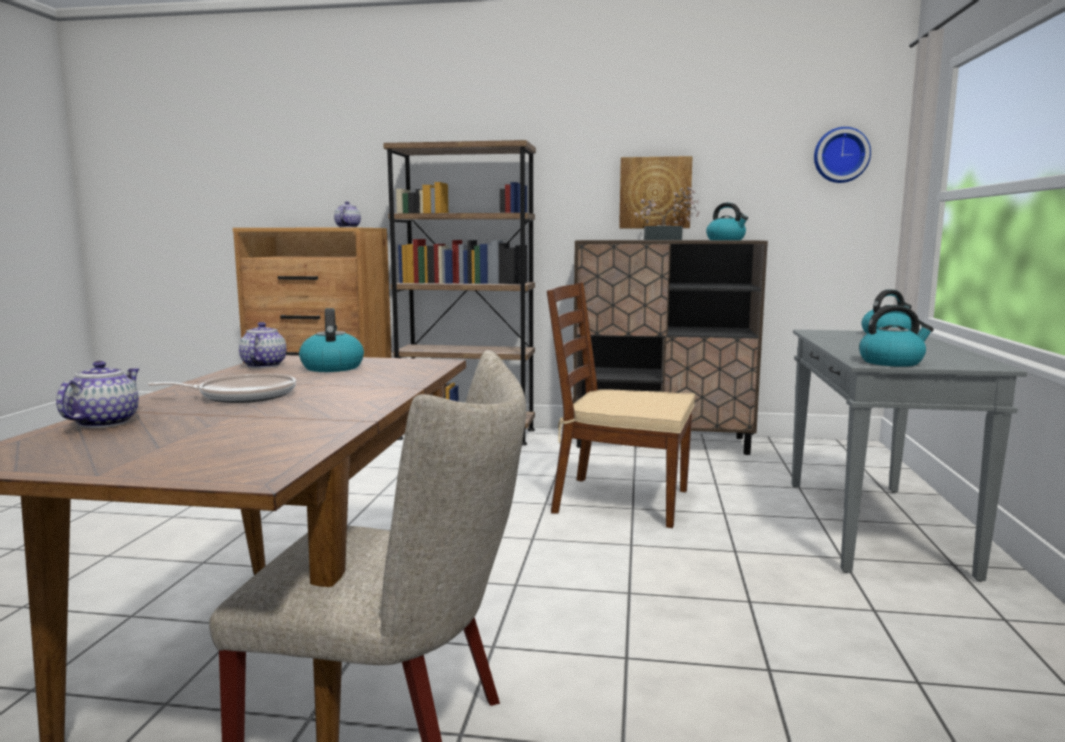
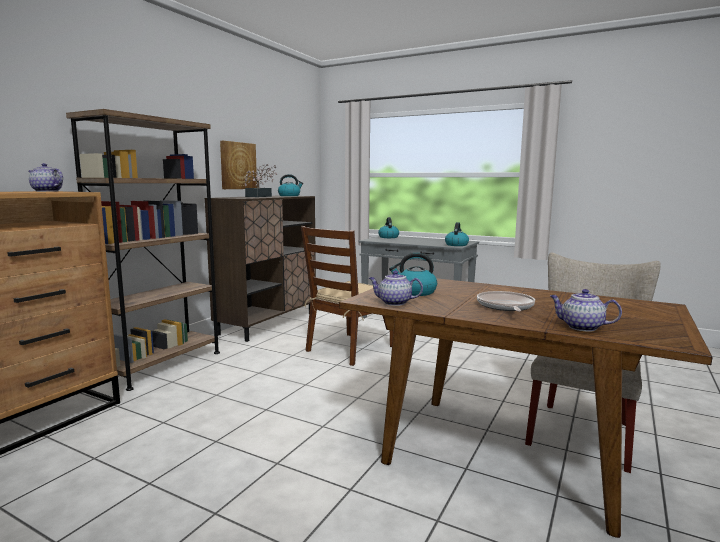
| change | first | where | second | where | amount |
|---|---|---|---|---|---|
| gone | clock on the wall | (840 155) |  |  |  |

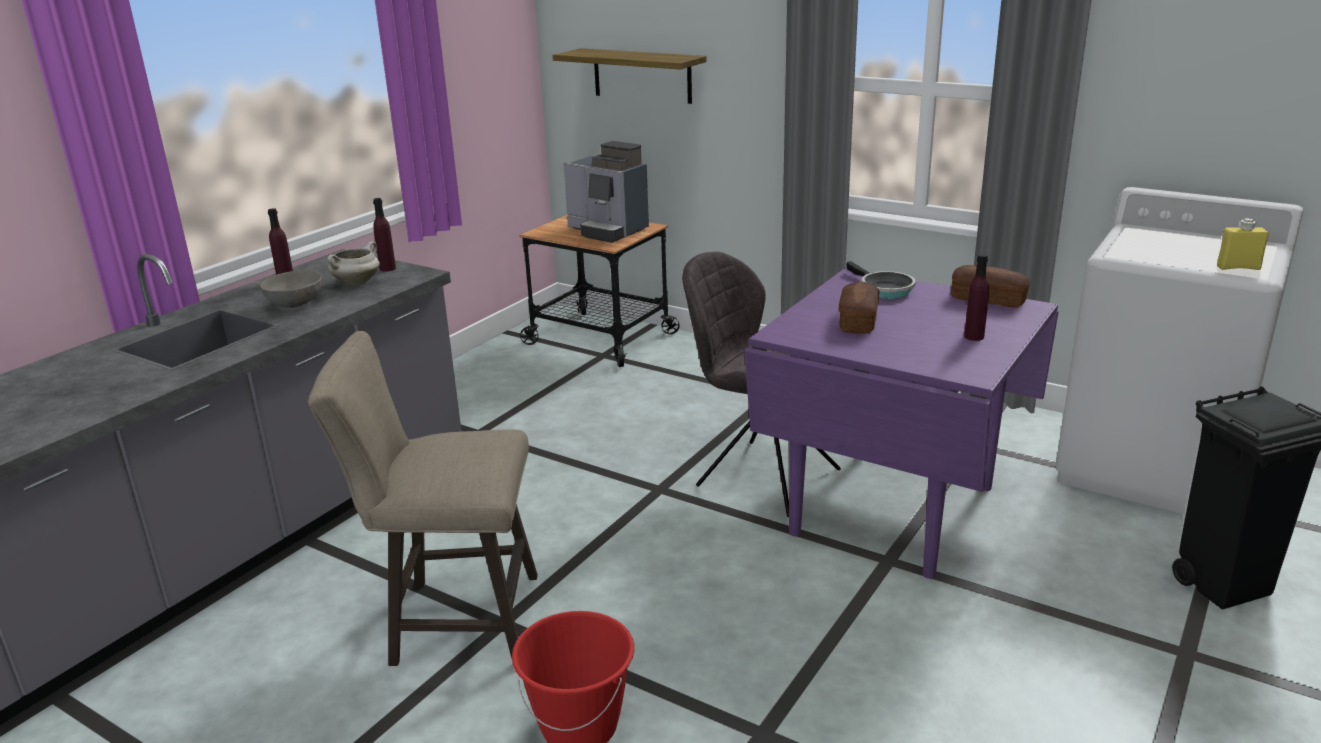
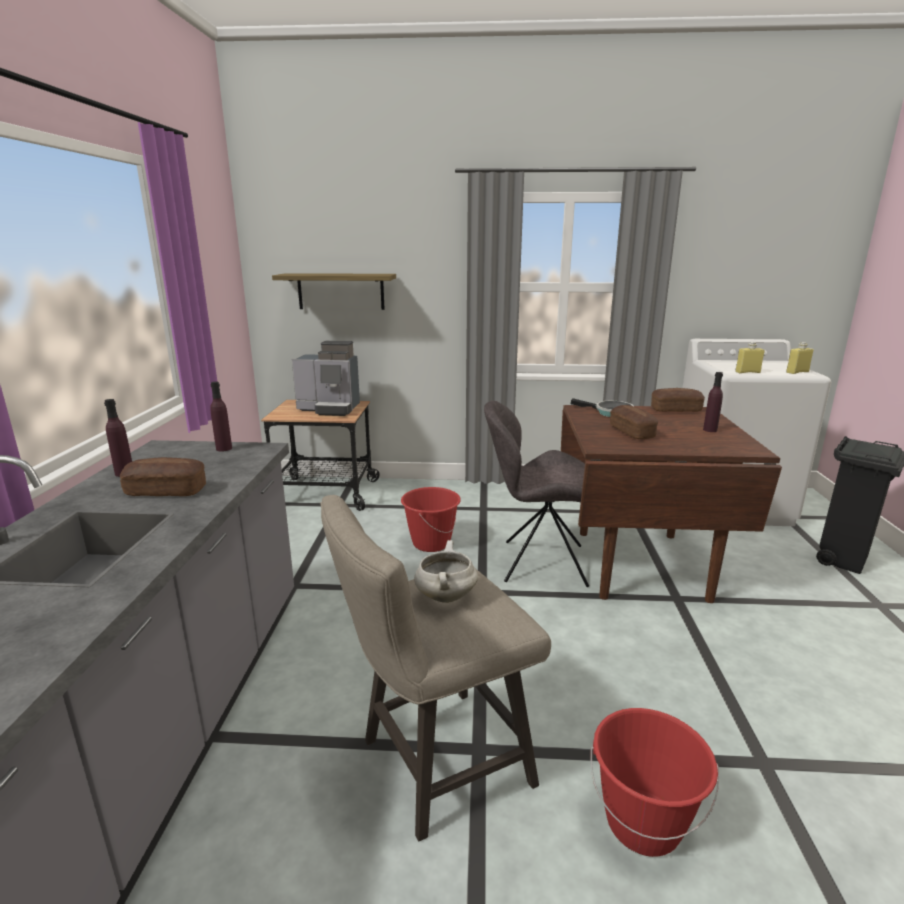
| change | first | where | second | where | amount |
|---|---|---|---|---|---|
| swapped | greyish serving bowl | (296 304) | baked bread | (166 491) |  |
| shifted | white stockpot | (357 282) |  | (445 596) |  |
| repainted | purple-coloured kitchen table | (891 509) | brown-coloured kitchen table | (638 564) |  |
| new |  |  | red pail | (431 543) |  |
| new |  |  | yellow beverage bottle | (747 372) |  |

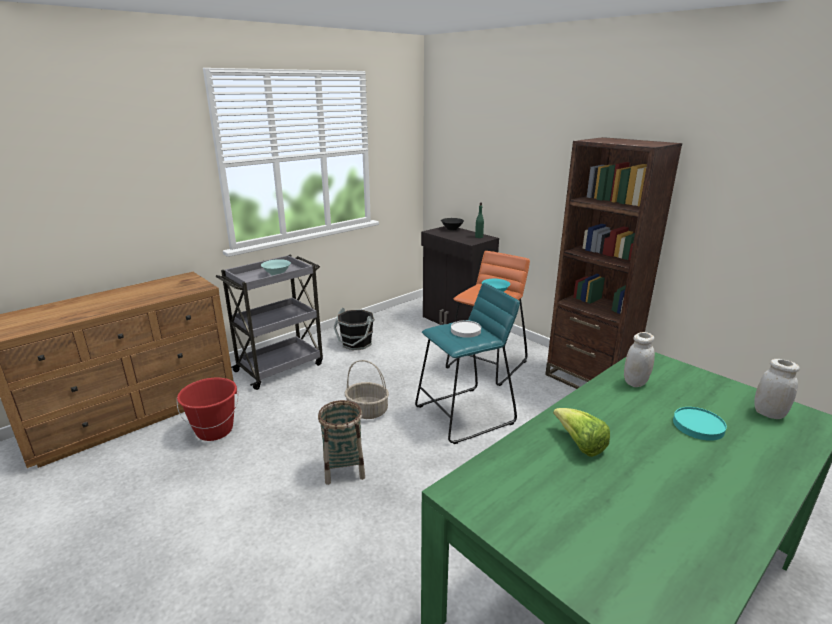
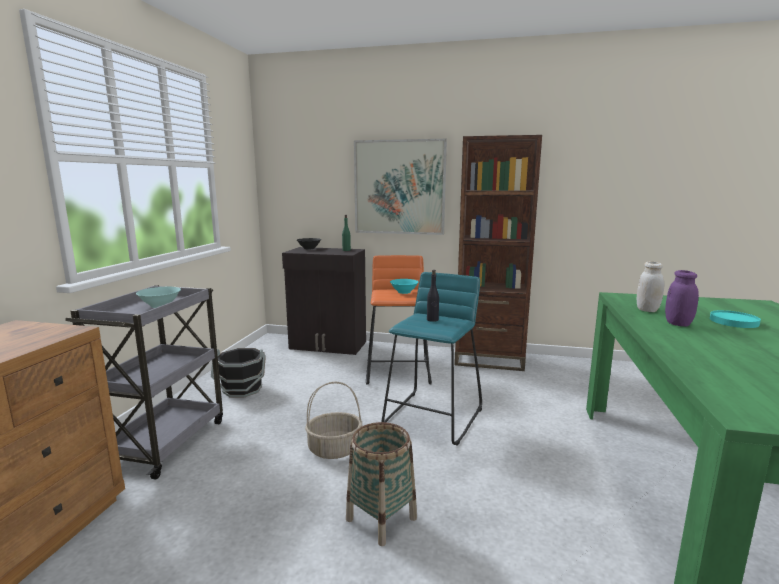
| change | first | where | second | where | amount |
|---|---|---|---|---|---|
| gone | red pail | (214 430) |  |  |  |
| swapped | white dinner plate | (466 330) | black-coloured beverage bottle | (432 320) |  |
| gone | lettuce | (579 444) |  |  |  |
| gone | white storage jar | (768 413) |  |  |  |
| new |  |  | wall art | (399 187) |  |
| new |  |  | purple-coloured storage jar | (678 323) |  |

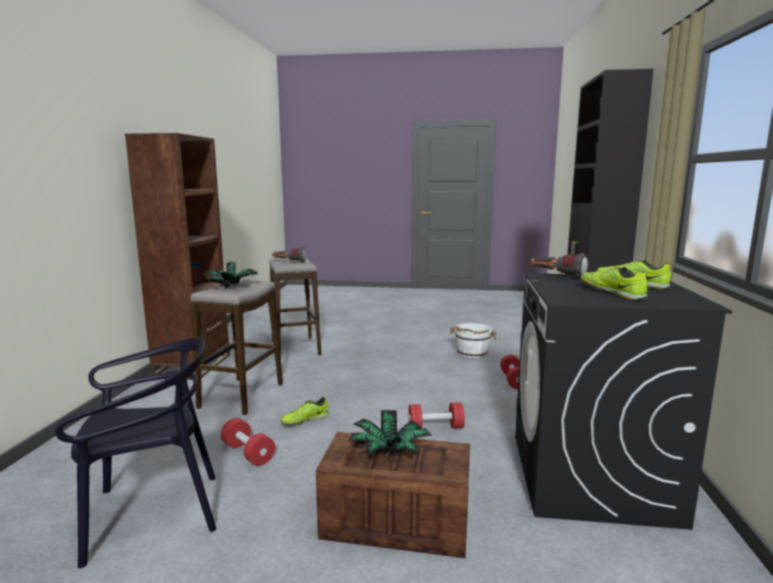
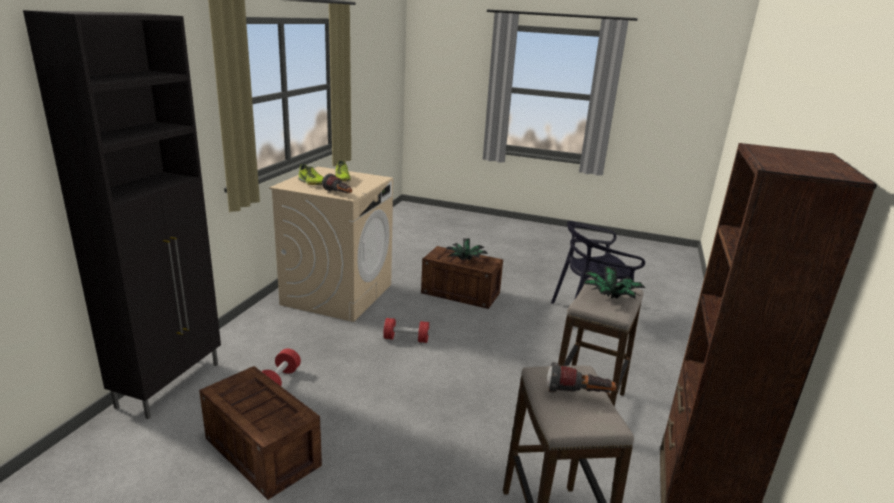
| change | first | where | second | where | amount |
|---|---|---|---|---|---|
| gone | red dumbbell | (248 453) |  |  |  |
| gone | shoe | (305 420) |  |  |  |
| swapped | white pail | (472 353) | shipping crate | (263 452) |  |
| repainted | black-coloured laundry machine | (591 478) | sand-coloured laundry machine | (337 294) |  |

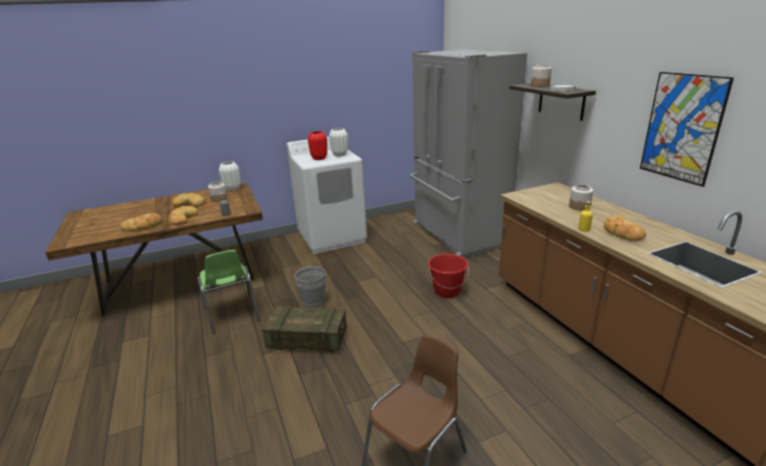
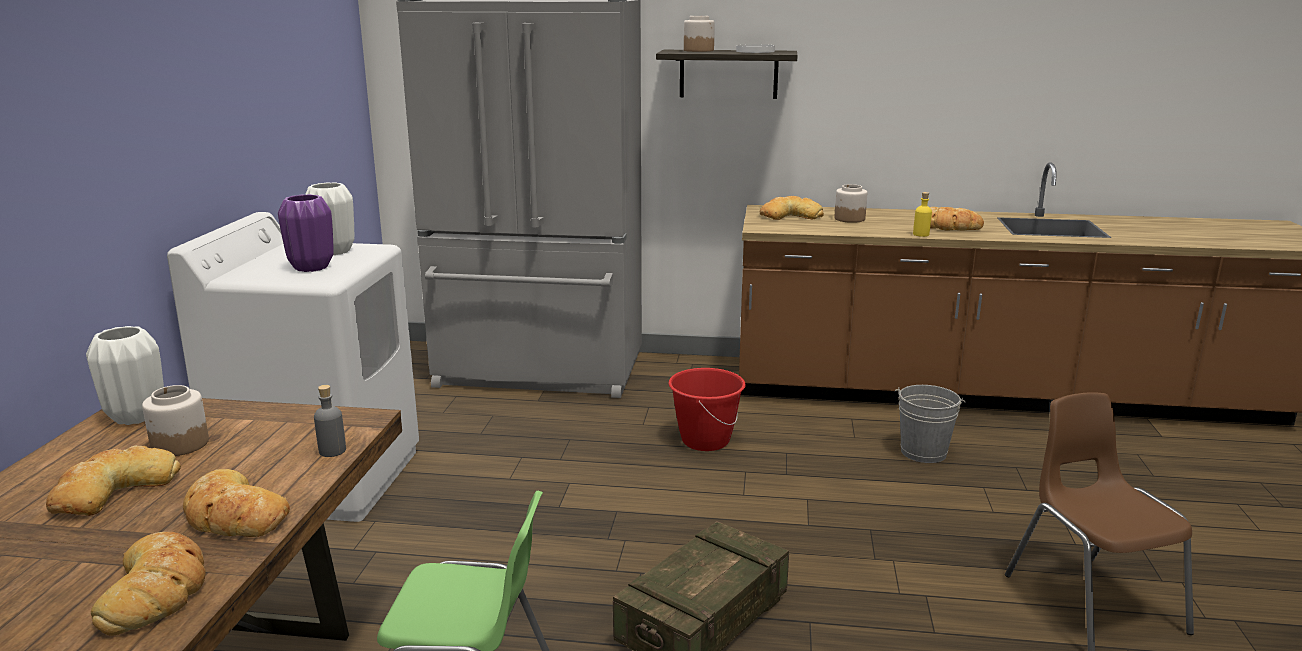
| change | first | where | second | where | amount |
|---|---|---|---|---|---|
| shifted | greyish pail | (313 301) |  | (923 452) |  |
| repainted | red flower vase | (319 158) | purple-coloured flower vase | (312 268) |  |
| gone | wall art | (682 128) |  |  |  |
| new |  |  | baked bread | (790 216) |  |

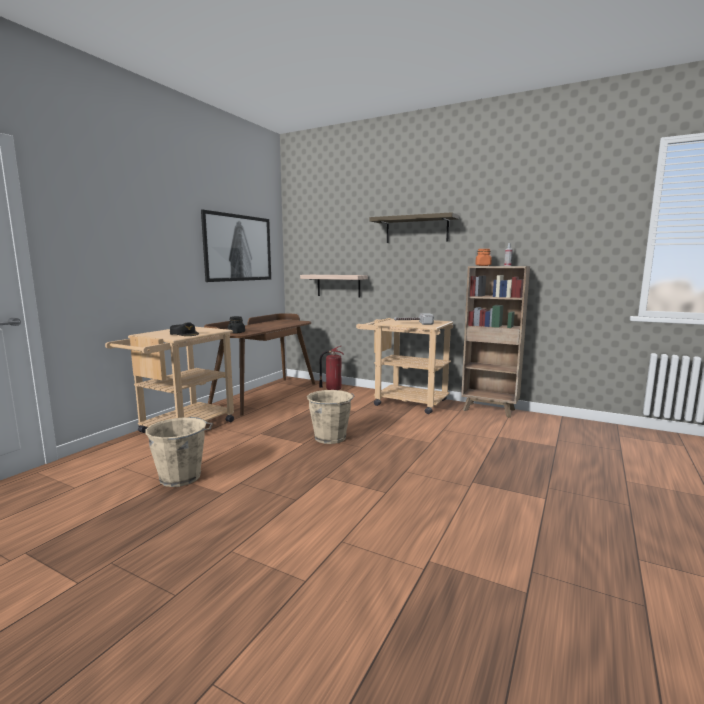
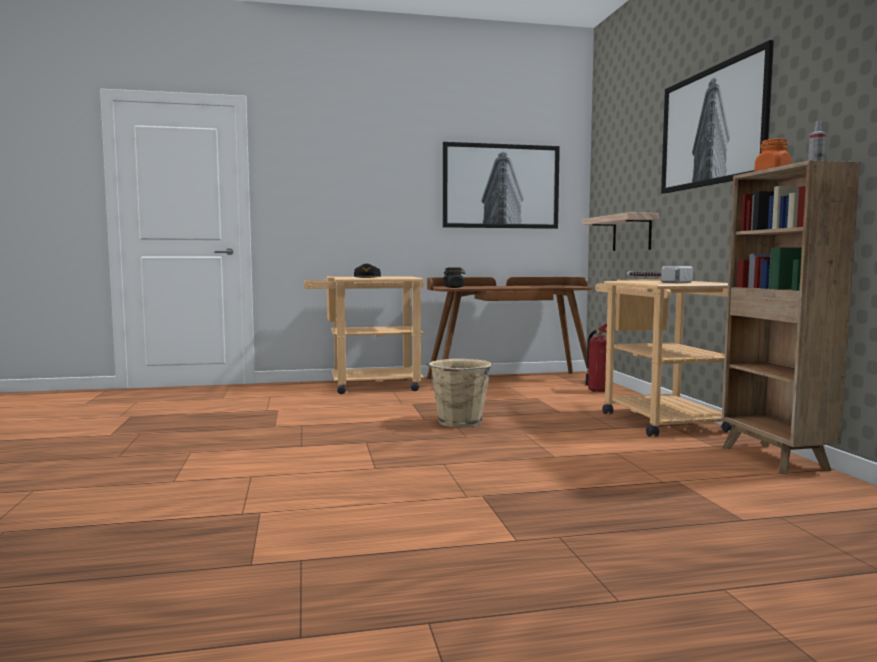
| change | first | where | second | where | amount |
|---|---|---|---|---|---|
| gone | sand-coloured pail | (182 477) |  |  |  |
| swapped | bracket shelf | (417 229) | wall art | (712 127) |  |

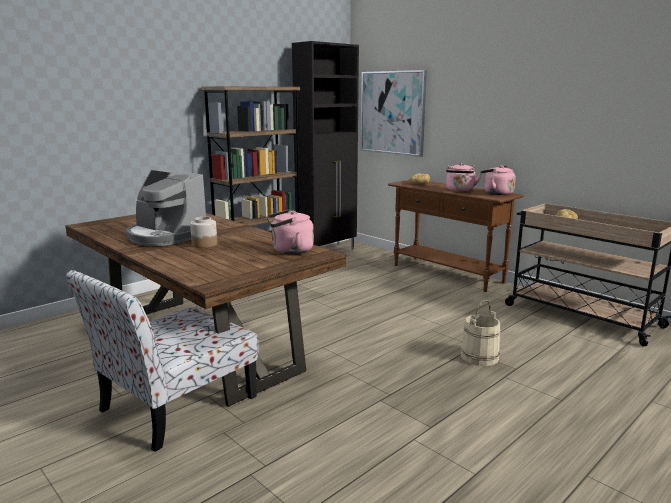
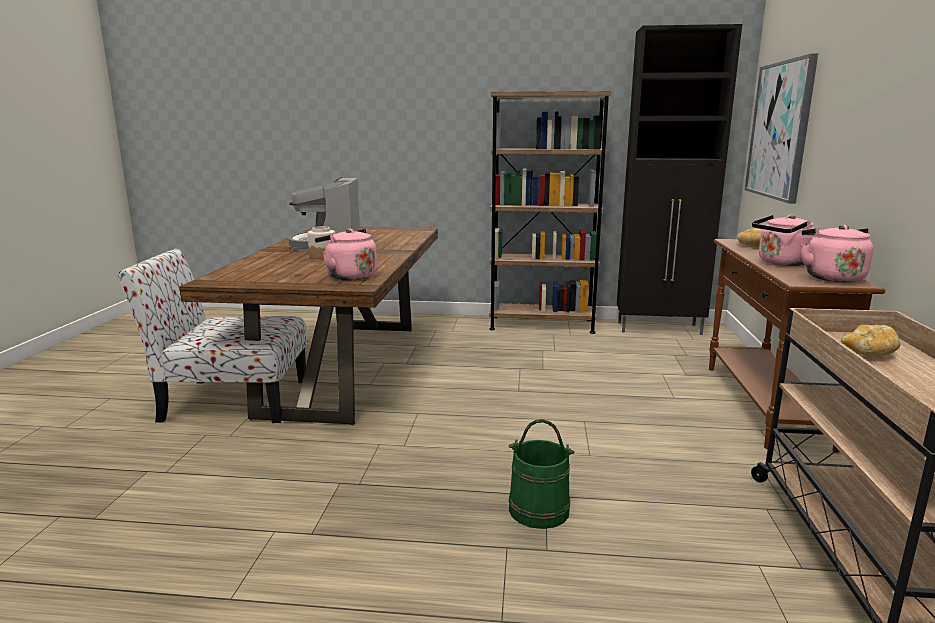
| change | first | where | second | where | amount |
|---|---|---|---|---|---|
| repainted | sand-coloured pail | (479 357) | green-coloured pail | (538 510) |  |

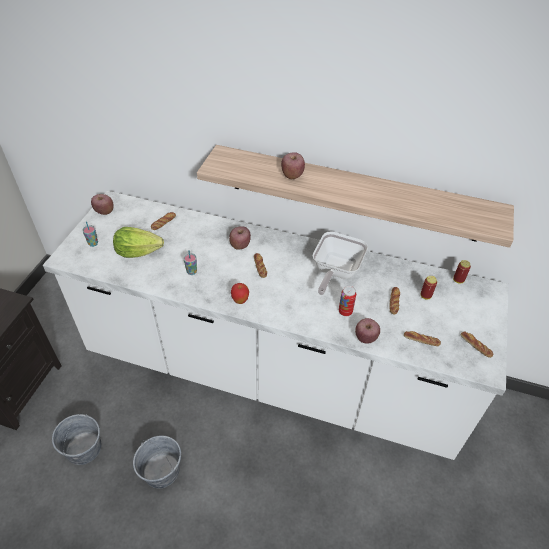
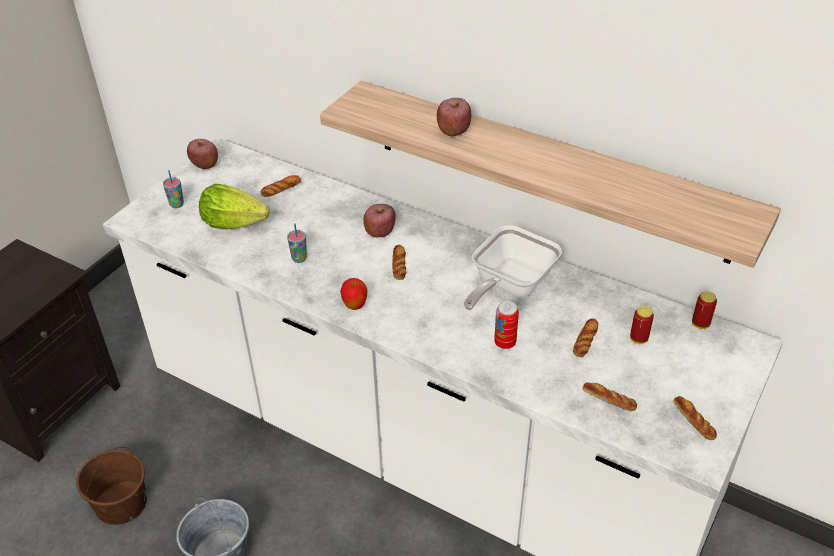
| change | first | where | second | where | amount |
|---|---|---|---|---|---|
| repainted | greyish pail | (84 448) | brown-coloured pail | (121 503) |  |
| gone | apple | (365 338) |  |  |  |

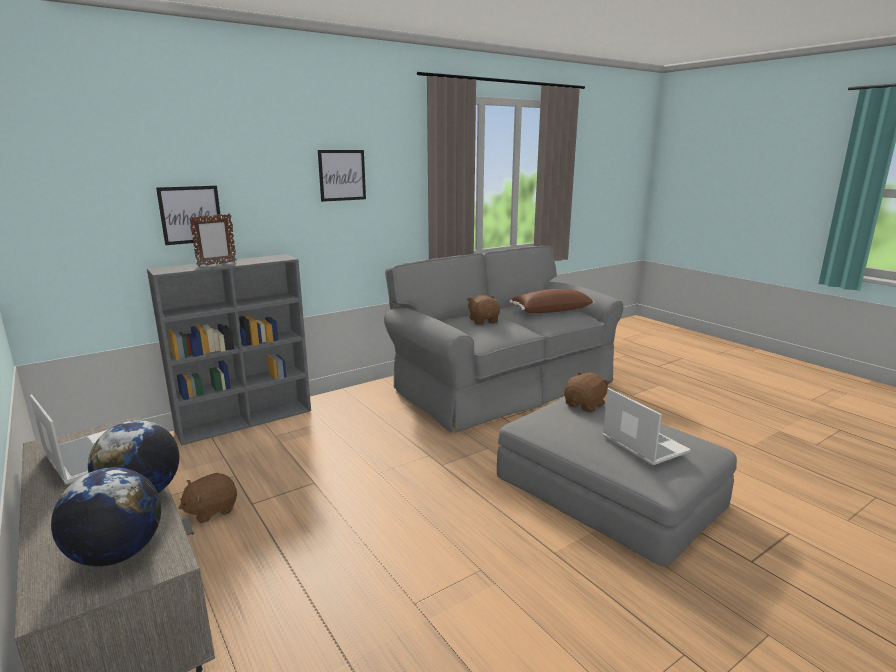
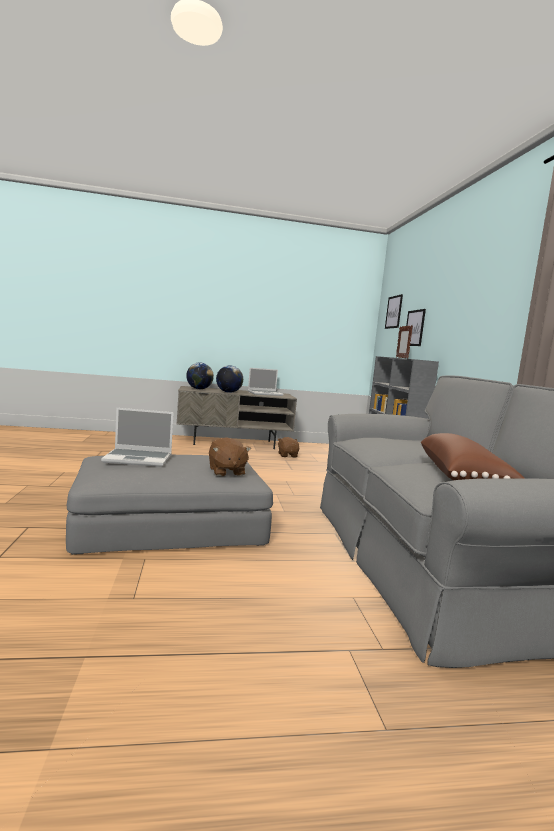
| change | first | where | second | where | amount |
|---|---|---|---|---|---|
| shifted | wall art | (342 175) |  | (394 312) |  |
| gone | brown-coloured plush toy | (483 321) |  |  |  |

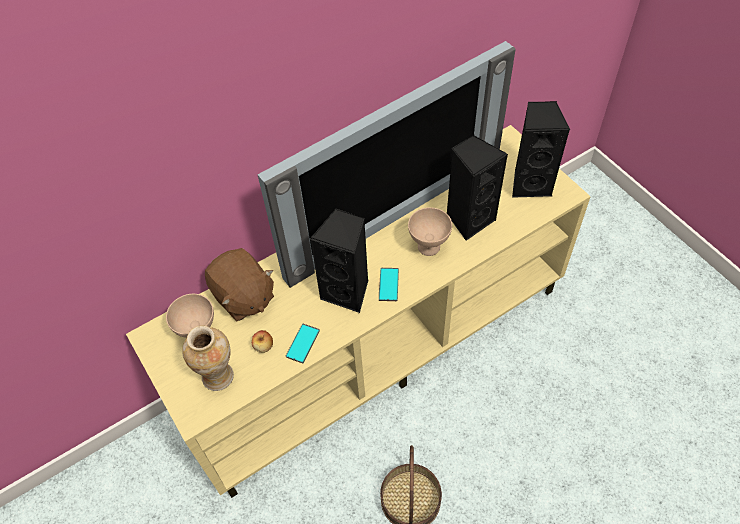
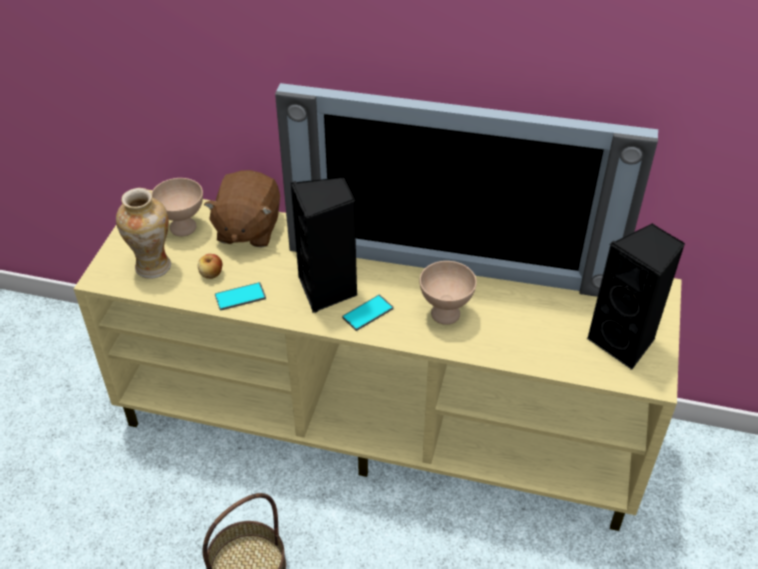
| change | first | where | second | where | amount |
|---|---|---|---|---|---|
| gone | black-coloured speaker | (469 219) |  |  |  |

